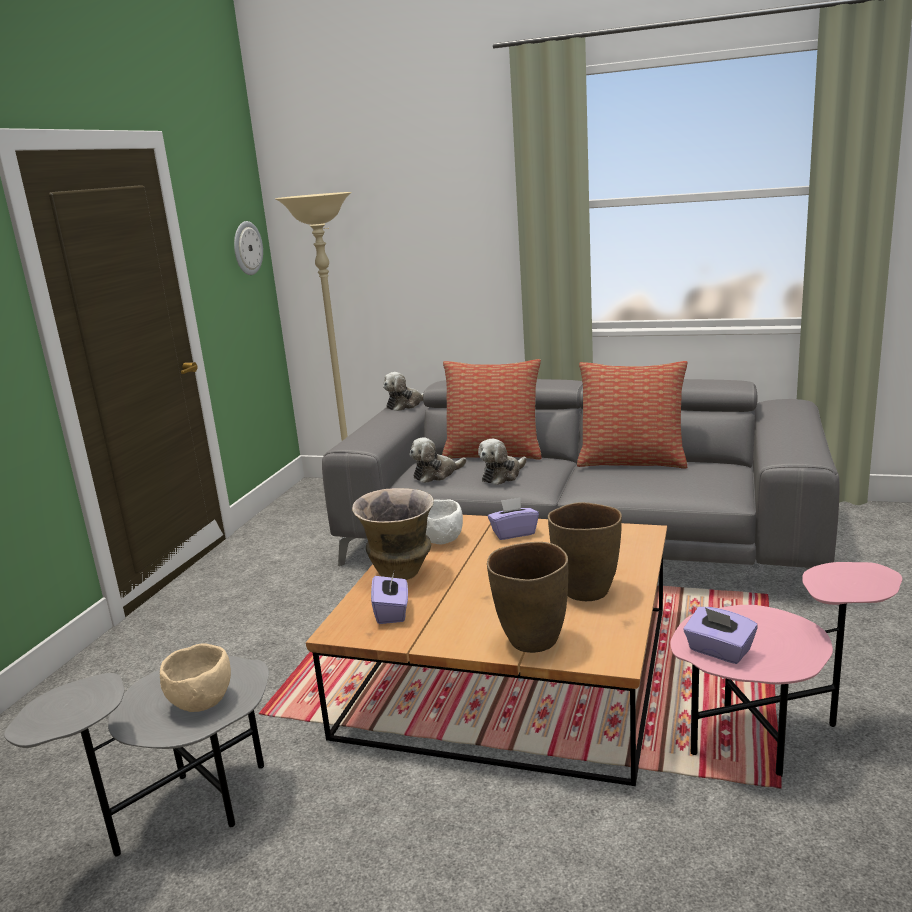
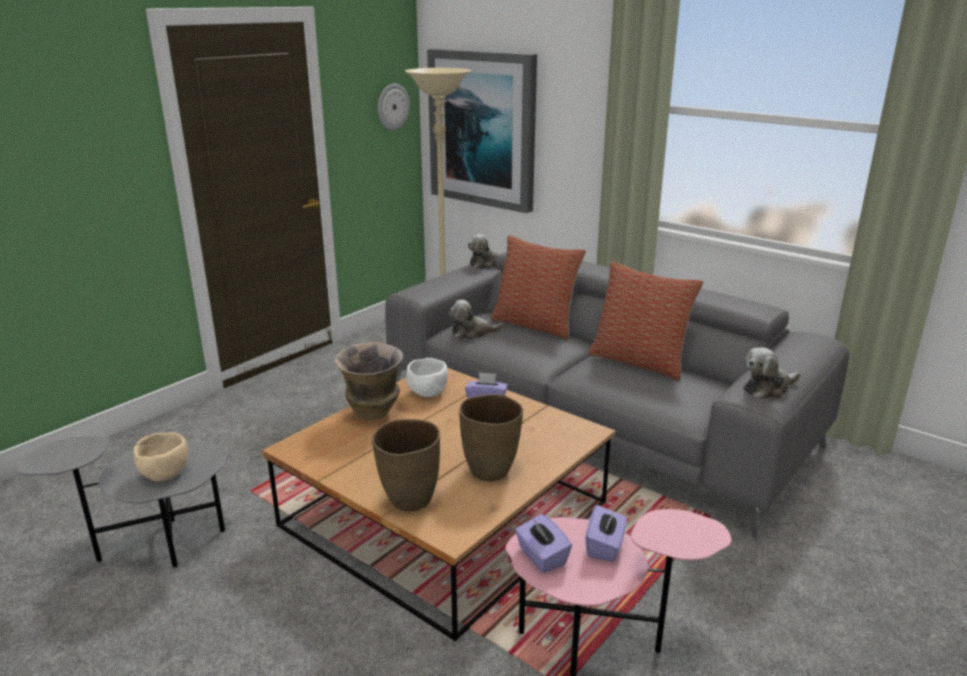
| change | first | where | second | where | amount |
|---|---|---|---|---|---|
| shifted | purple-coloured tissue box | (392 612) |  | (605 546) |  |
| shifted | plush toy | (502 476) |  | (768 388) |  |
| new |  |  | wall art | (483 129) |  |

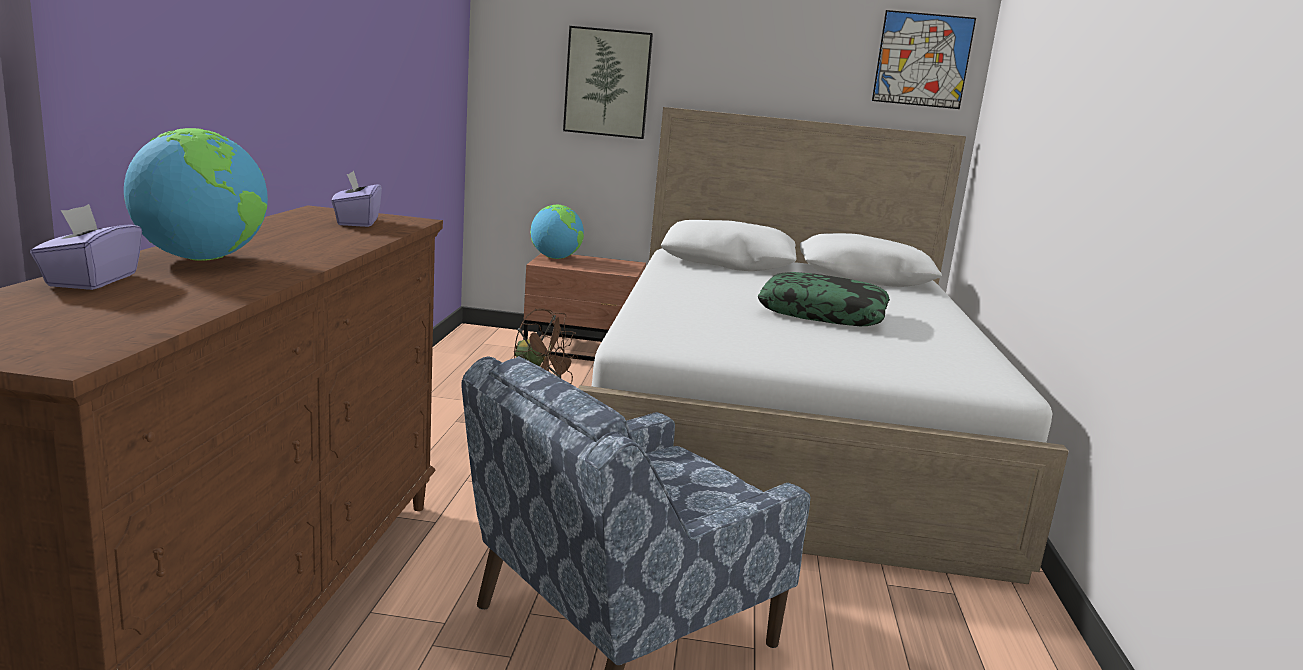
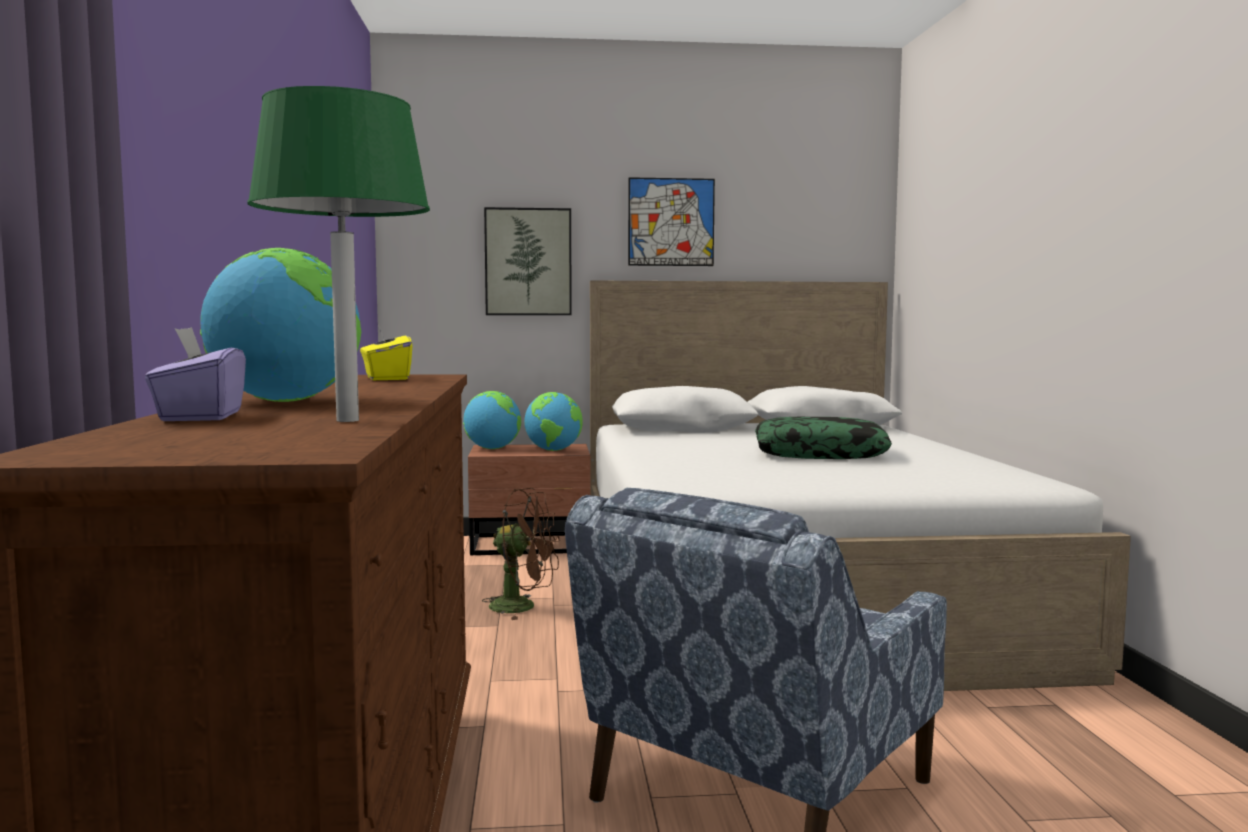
| change | first | where | second | where | amount |
|---|---|---|---|---|---|
| repainted | purple-coloured tissue box | (357 222) | yellow tissue box | (386 378) |  |
| shifted | wall art | (922 60) |  | (671 222) |  |
| new |  |  | green-coloured tabletop lamp | (347 420) |  |
| new |  |  | globe | (554 450) |  |

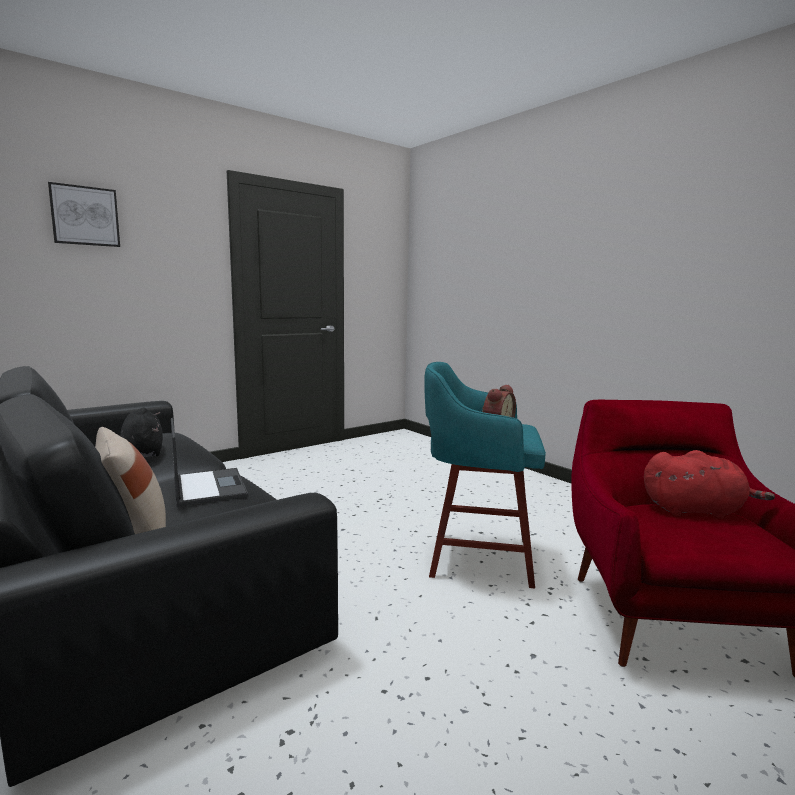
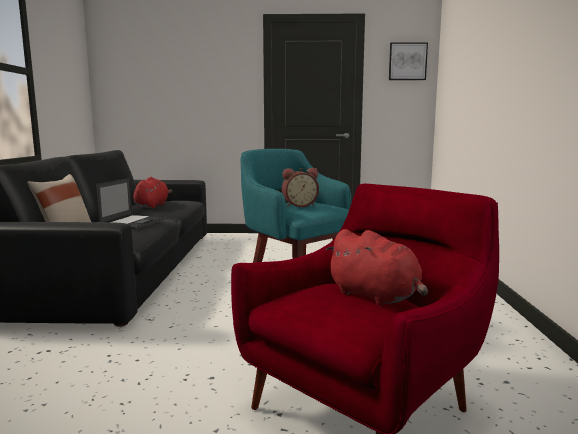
| change | first | where | second | where | amount |
|---|---|---|---|---|---|
| shifted | wall art | (85 216) |  | (407 61) |  |
| repainted | black-coloured plush toy | (143 452) | red plush toy | (152 206) |  |

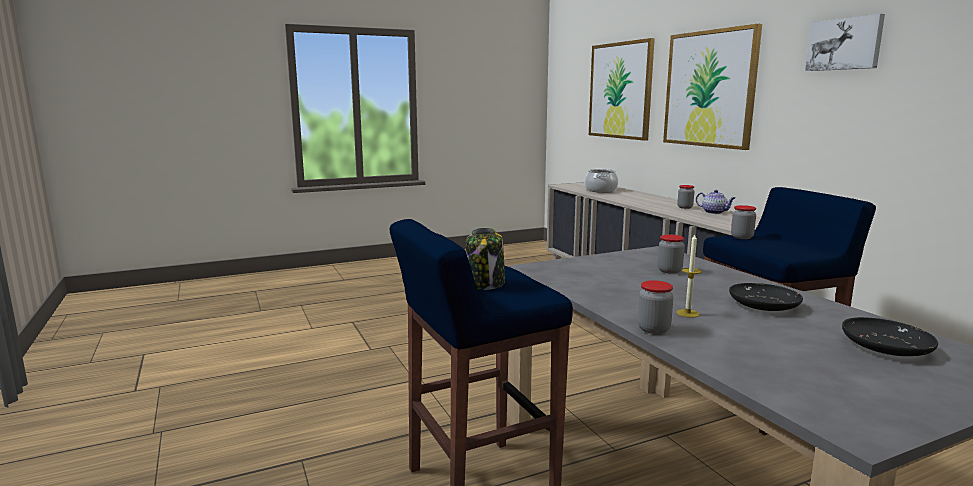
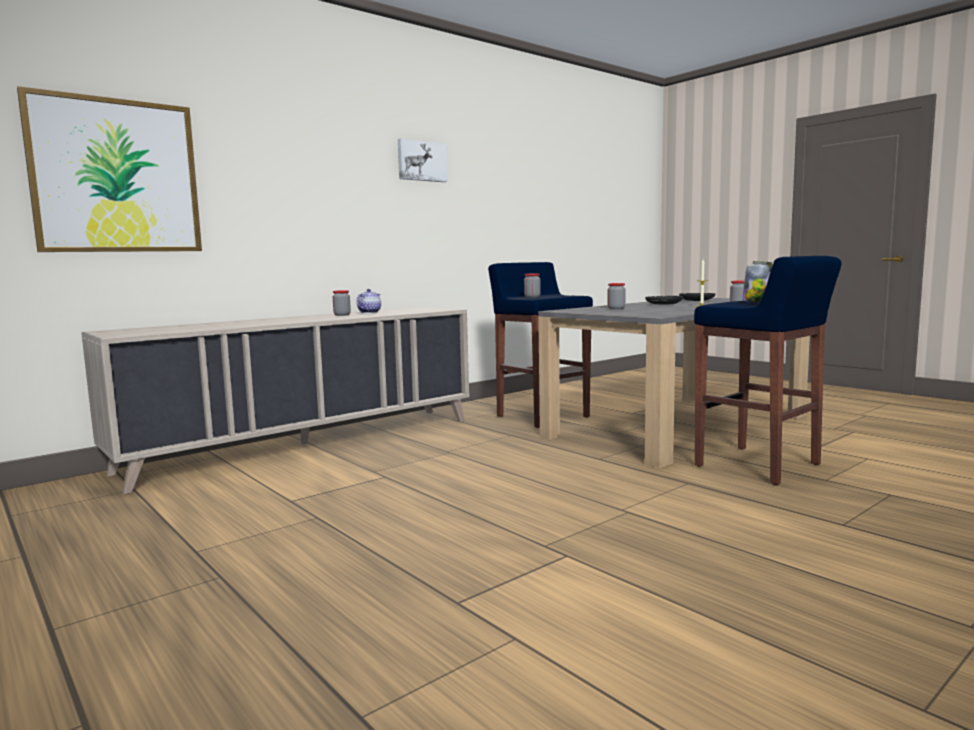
| change | first | where | second | where | amount |
|---|---|---|---|---|---|
| gone | stockpot | (601 190) |  |  |  |
| gone | wall art | (709 89) |  |  |  |

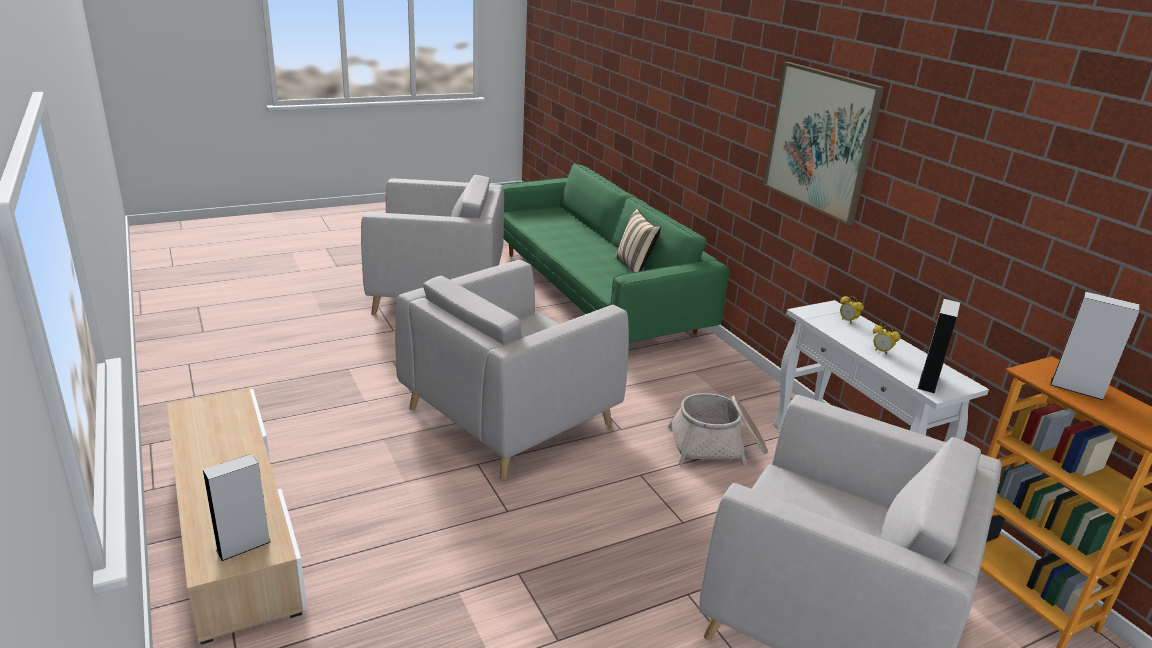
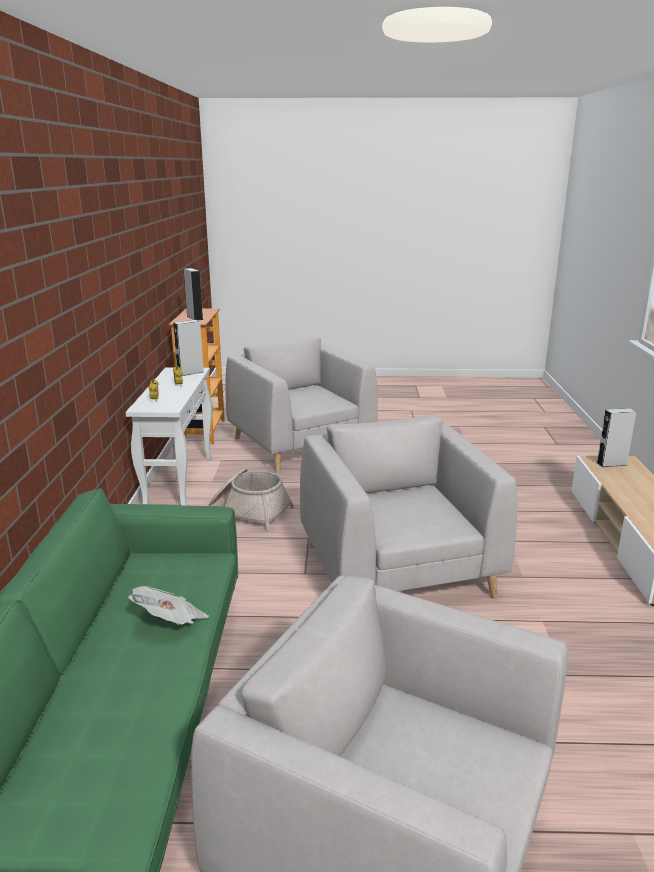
| change | first | where | second | where | amount |
|---|---|---|---|---|---|
| rotated | greyish easy chair | (509 416) |  | (397 570) | 90 degrees counterclockwise |
| gone | sand-coloured throw pillow | (635 267) |  |  |  |
| gone | wall art | (820 141) |  |  |  |
| new |  |  | printed paper | (171 621) |  |

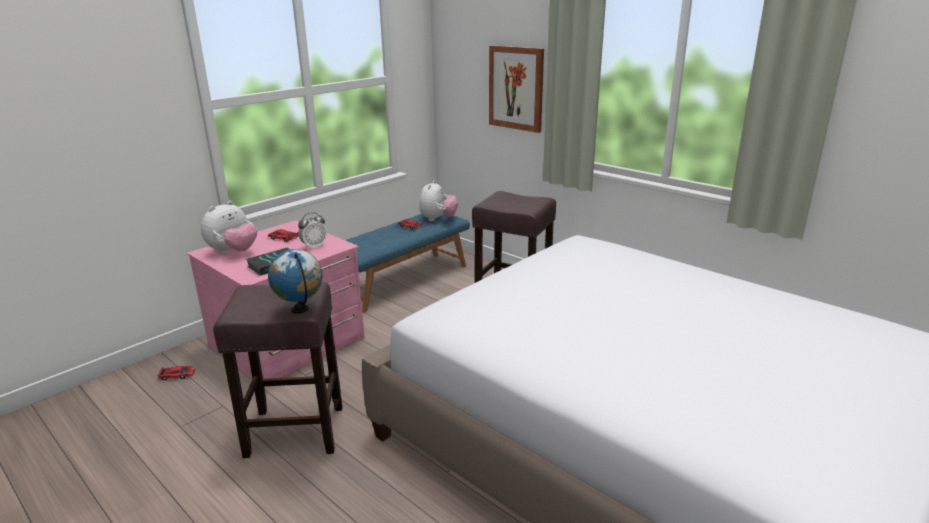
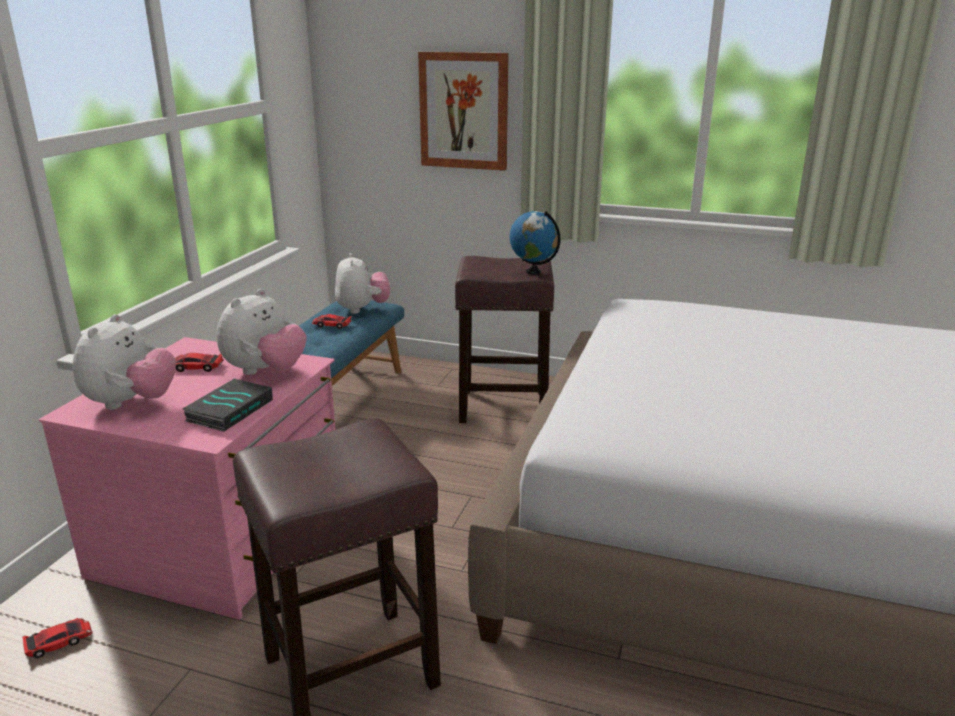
| change | first | where | second | where | amount |
|---|---|---|---|---|---|
| shifted | globe | (300 309) |  | (533 272) |  |
| swapped | alarm clock | (314 246) | plush toy | (265 371) |  |

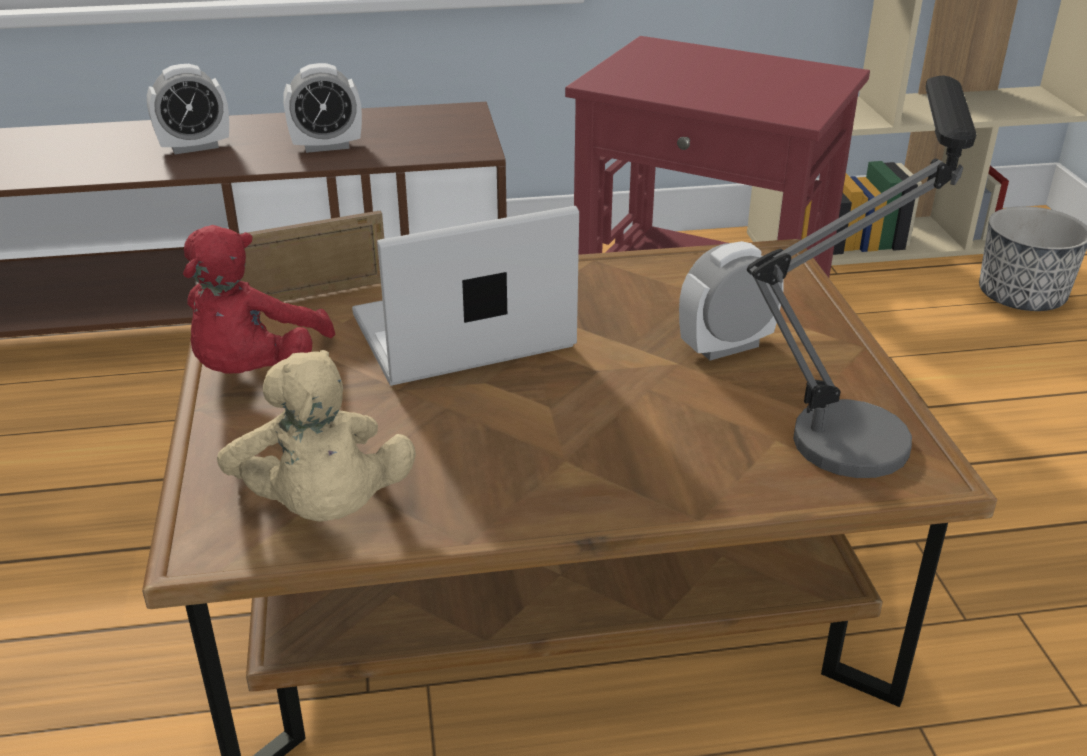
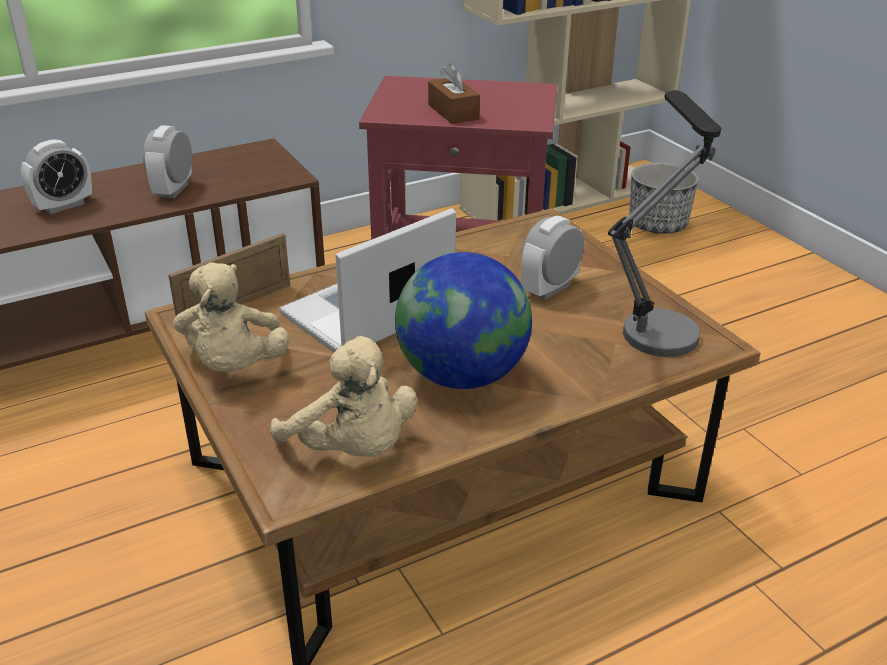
| change | first | where | second | where | amount |
|---|---|---|---|---|---|
| repainted | red plush toy | (255 370) | sand-coloured plush toy | (235 366) |  |
| rotated | alarm clock | (326 146) |  | (173 190) | 135 degrees clockwise |
| new |  |  | globe | (462 376) |  |
| new |  |  | brown-coloured tissue box | (453 112) |  |

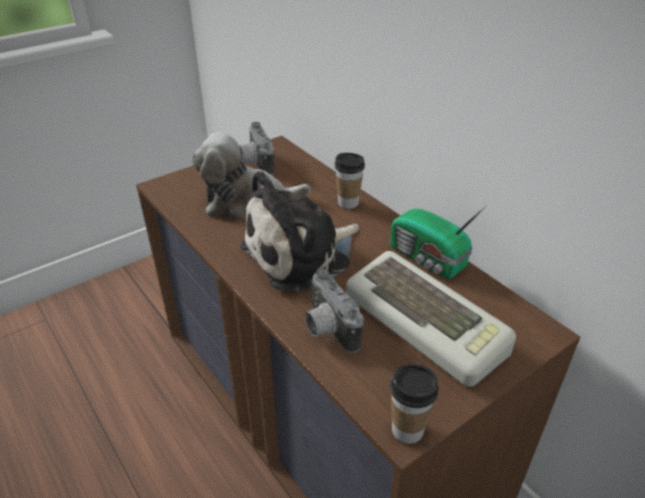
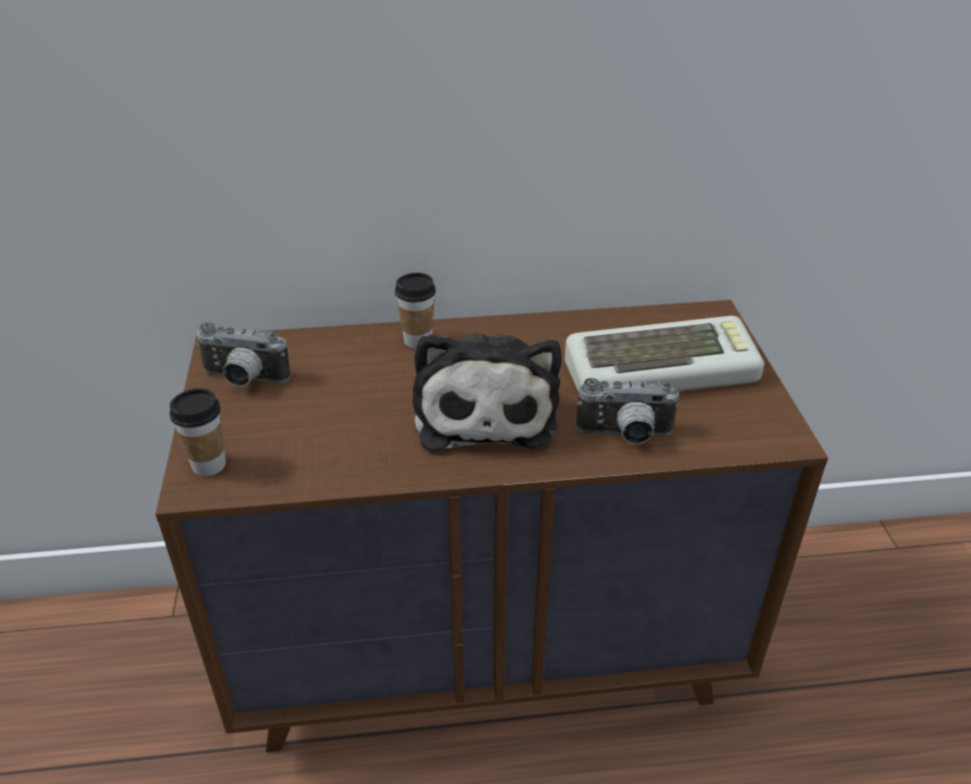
| change | first | where | second | where | amount |
|---|---|---|---|---|---|
| gone | plush toy | (247 202) |  |  |  |
| gone | radio | (428 259) |  |  |  |
| shifted | cup | (407 430) |  | (209 465) |  |

